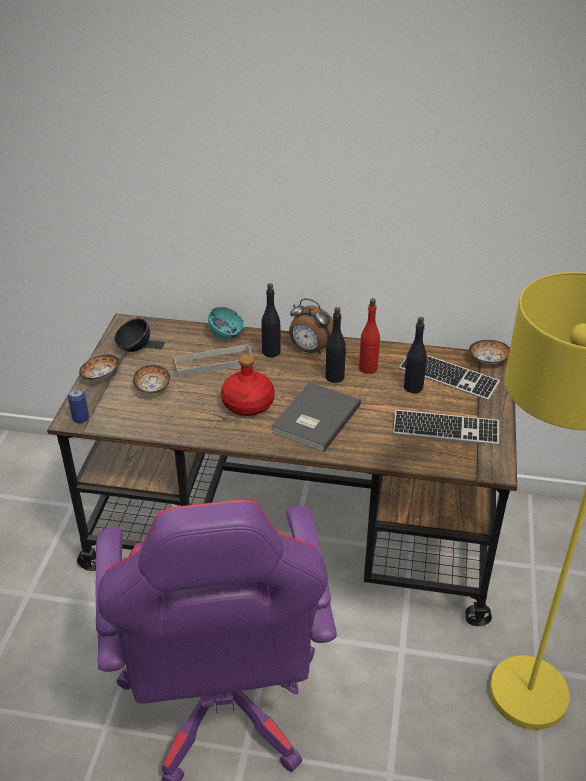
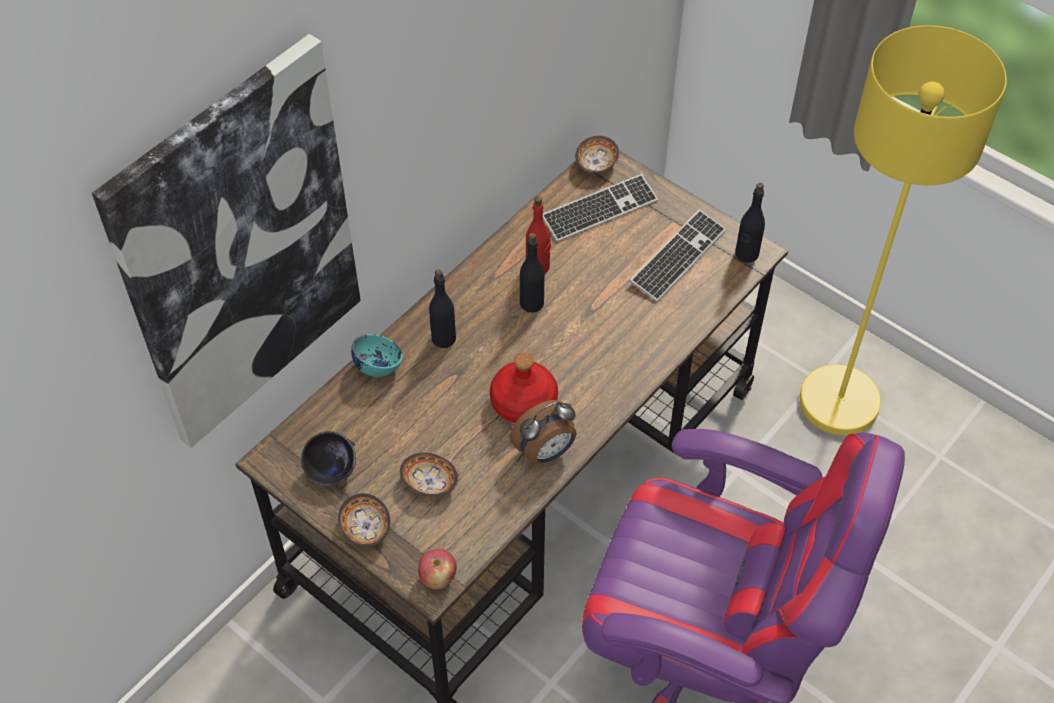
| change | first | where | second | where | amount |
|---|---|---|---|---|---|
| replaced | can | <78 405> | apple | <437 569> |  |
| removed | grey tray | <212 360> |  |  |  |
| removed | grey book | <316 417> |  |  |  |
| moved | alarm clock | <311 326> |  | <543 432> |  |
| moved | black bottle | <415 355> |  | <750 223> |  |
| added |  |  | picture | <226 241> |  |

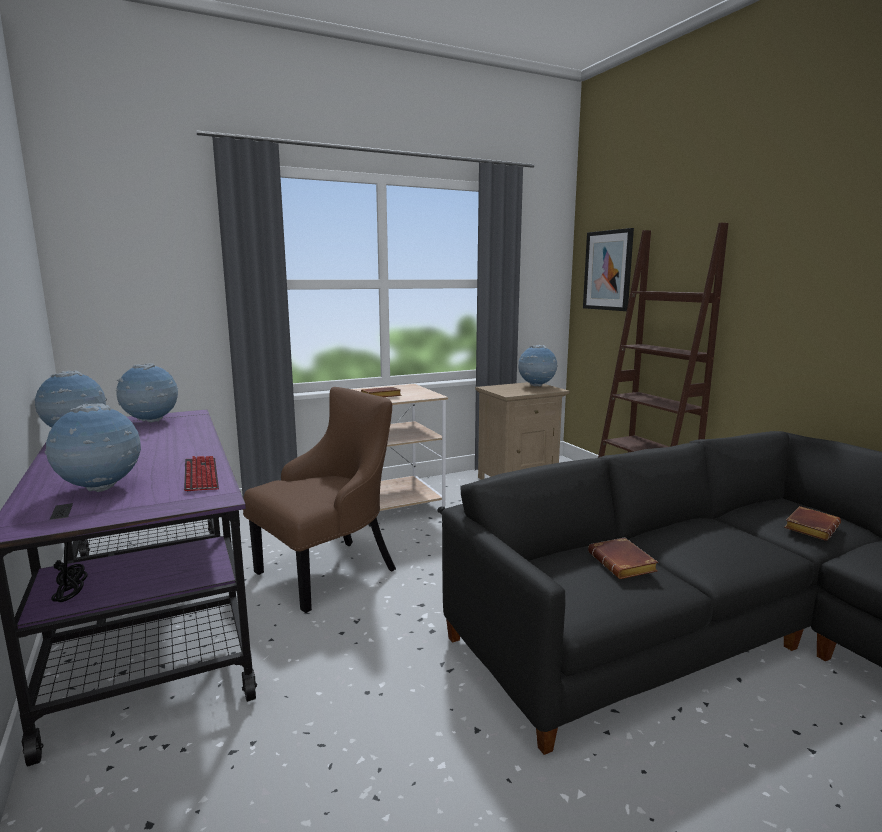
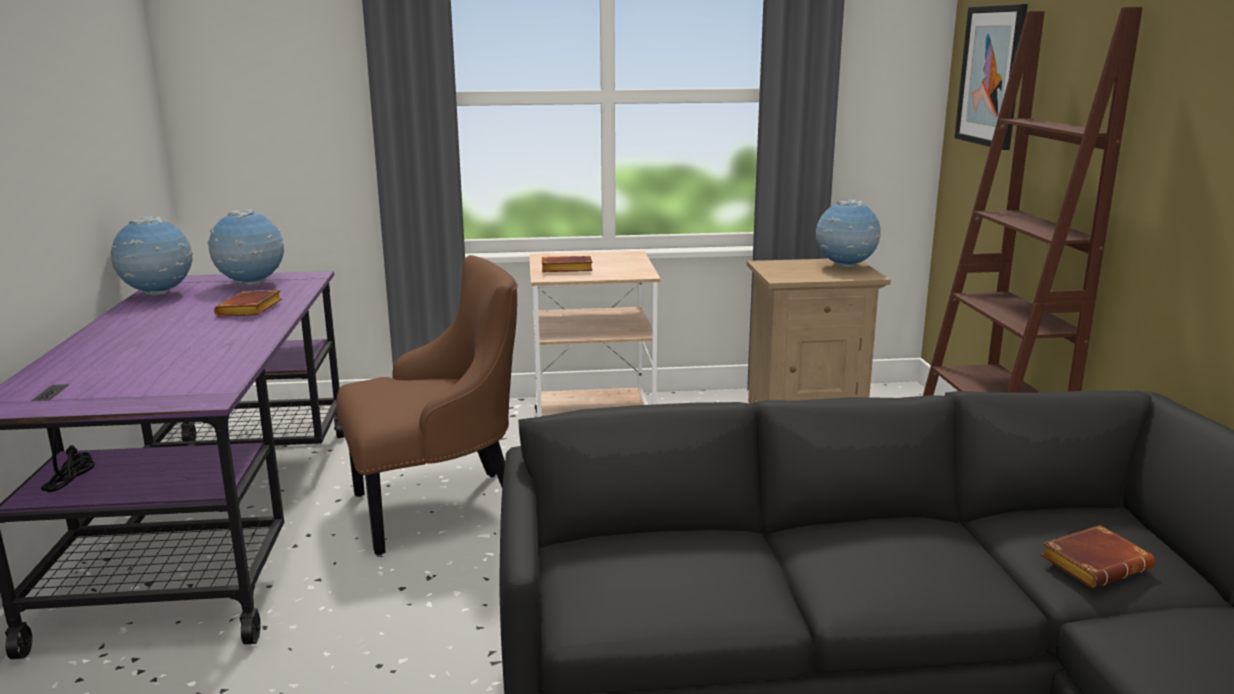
| change | first | where | second | where | amount |
|---|---|---|---|---|---|
| removed | globe | <93 447> |  |  |  |
| removed | keyboard | <201 474> |  |  |  |
| moved | brown book | <623 558> |  | <248 303> |  |

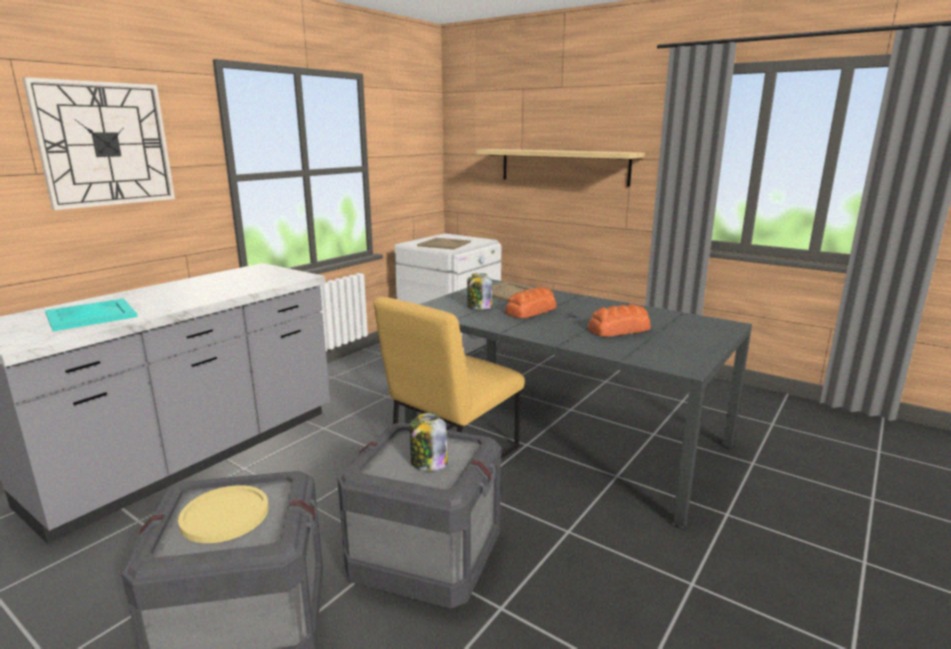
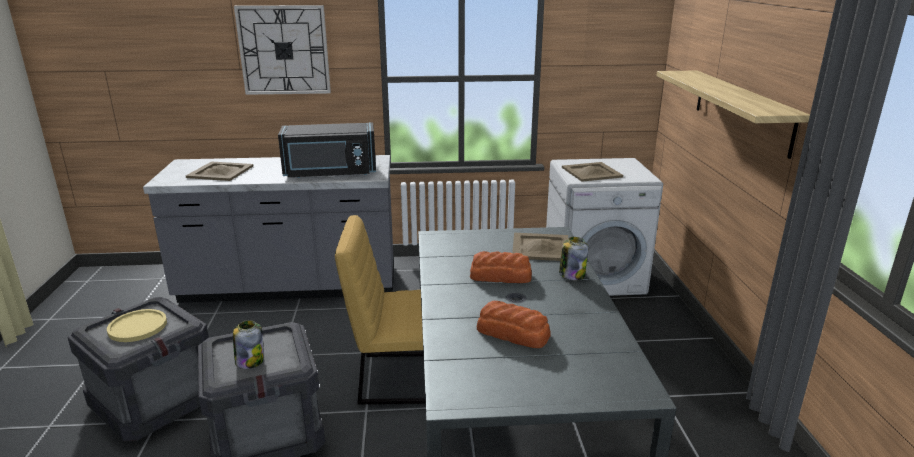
| change | first | where | second | where | amount |
|---|---|---|---|---|---|
| recoloured | turquoise tray | <91 314> | beige tray | <219 171> |  |
| moved | jar | <479 291> |  | <574 258> |  |
| added |  |  | black microwave | <327 150> |  |

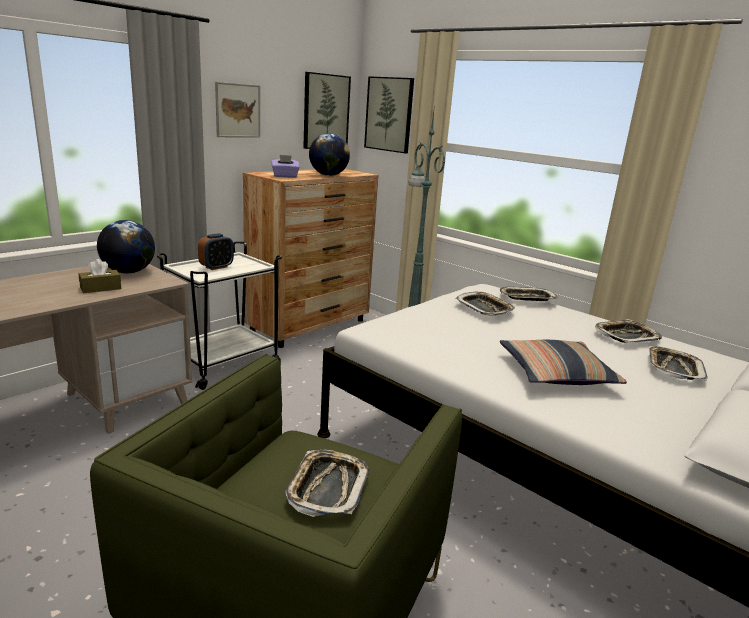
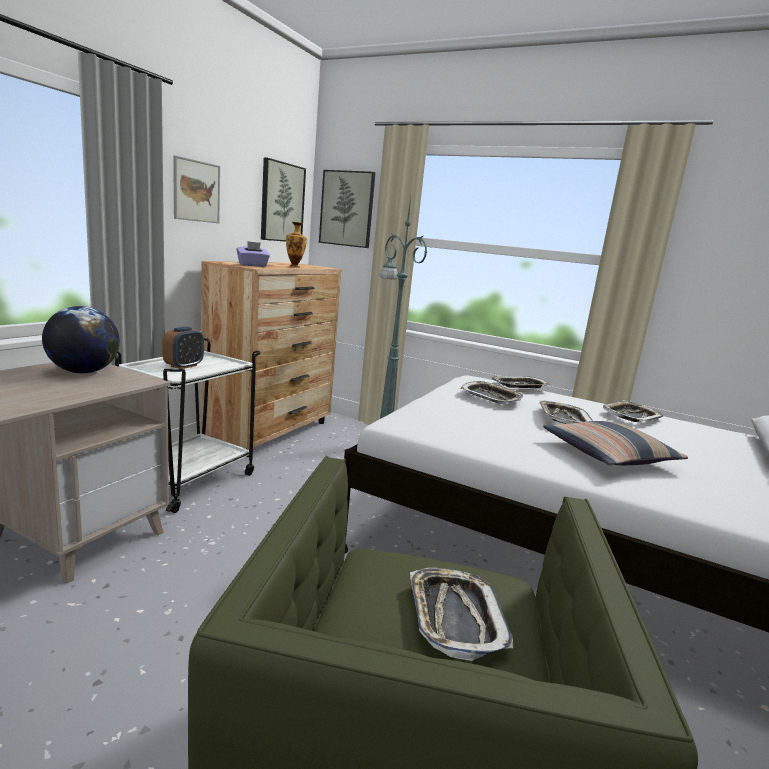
| change | first | where | second | where | amount |
|---|---|---|---|---|---|
| removed | brown tissue box | <100 276> |  |  |  |
| replaced | globe | <329 154> | vase | <296 245> |  |
| moved | tray | <678 363> |  | <566 412> |  |

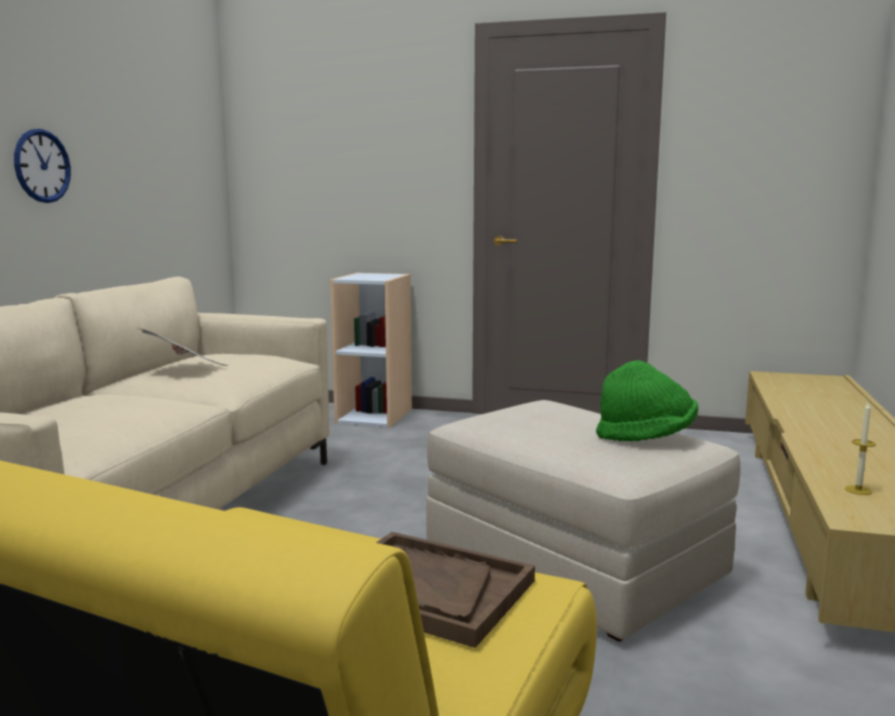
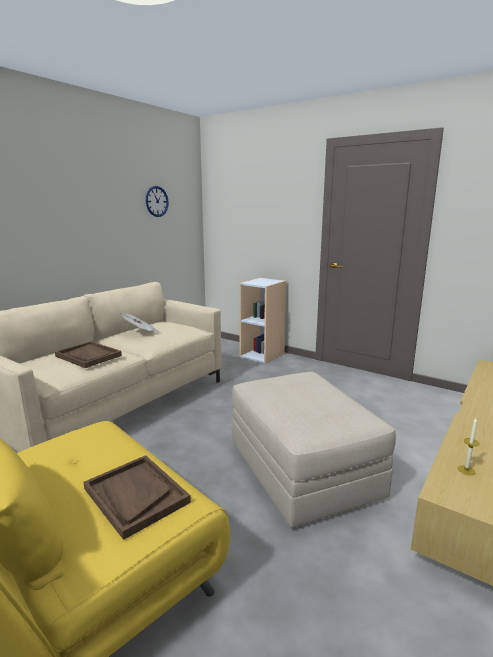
| change | first | where | second | where | amount |
|---|---|---|---|---|---|
| moved | wall clock | <42 166> |  | <157 201> |  |
| removed | green hat | <647 400> |  |  |  |
| added |  |  | brown tray | <88 354> |  |

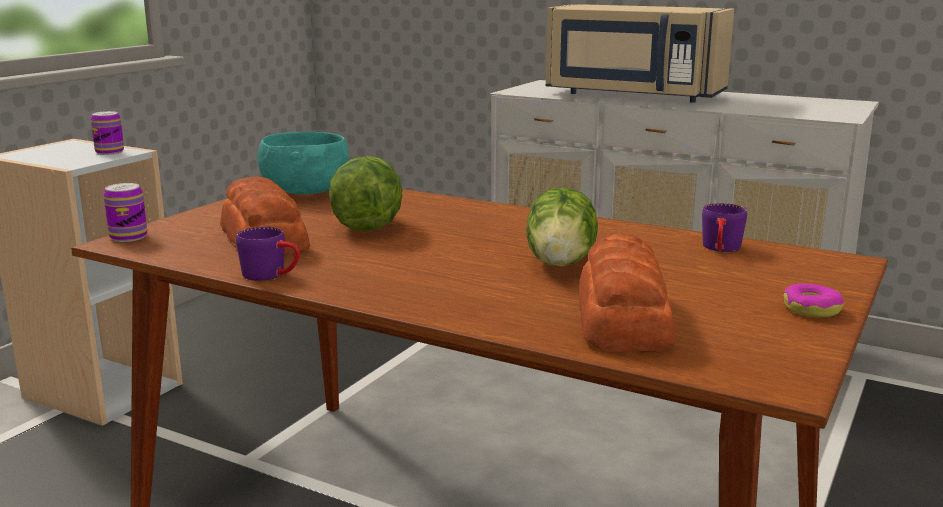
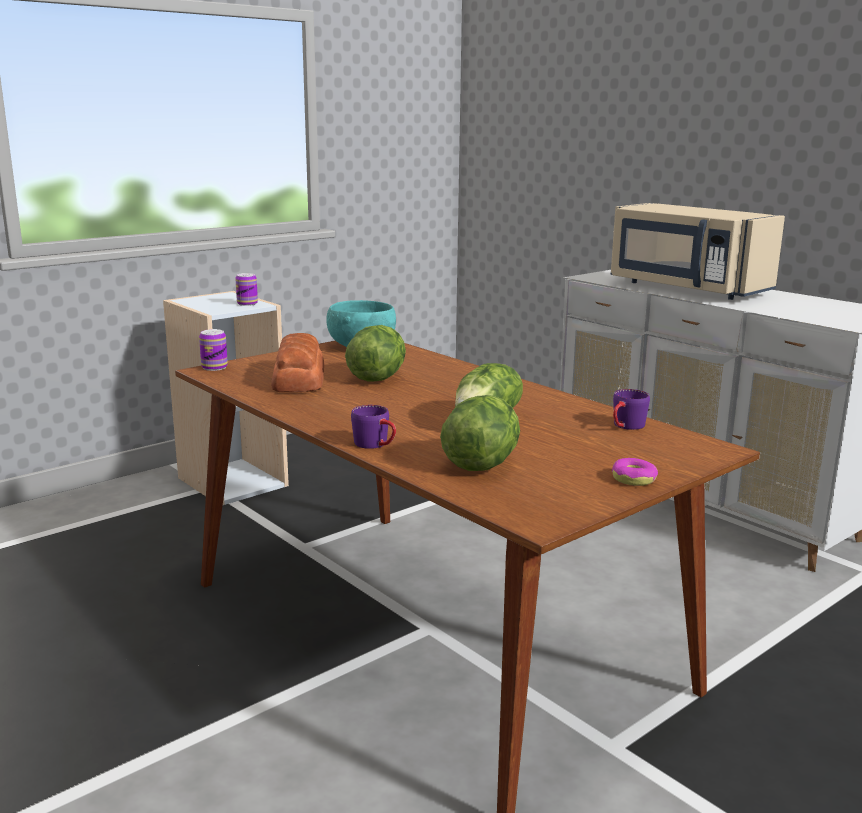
| change | first | where | second | where | amount |
|---|---|---|---|---|---|
| moved | purple mug | <268 253> |  | <373 427> |  |
| replaced | bread | <627 293> | lettuce | <480 433> |  |

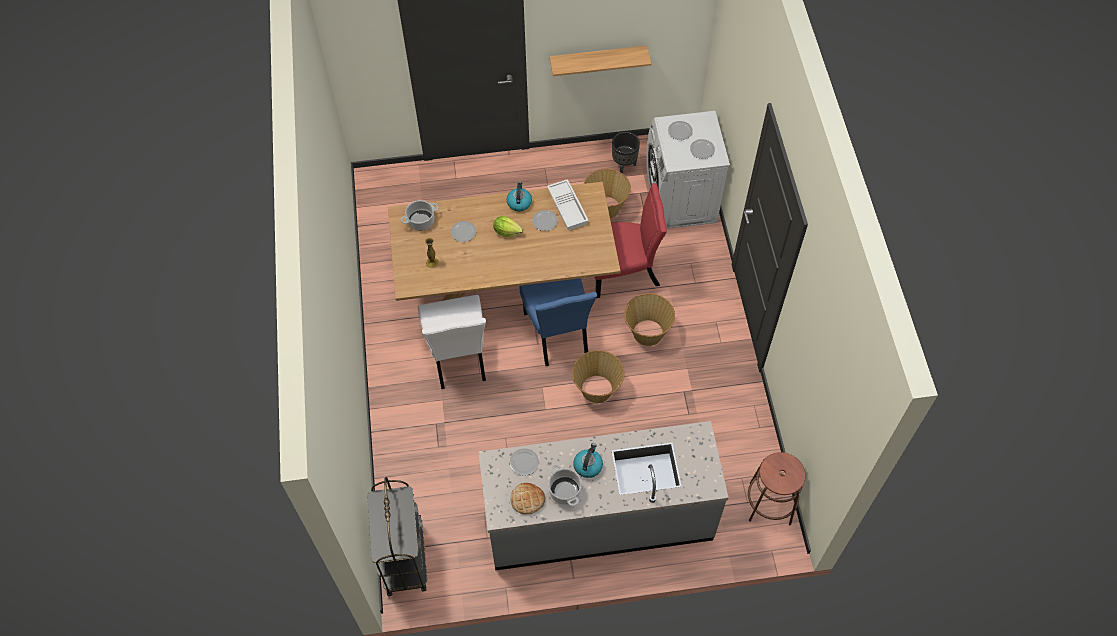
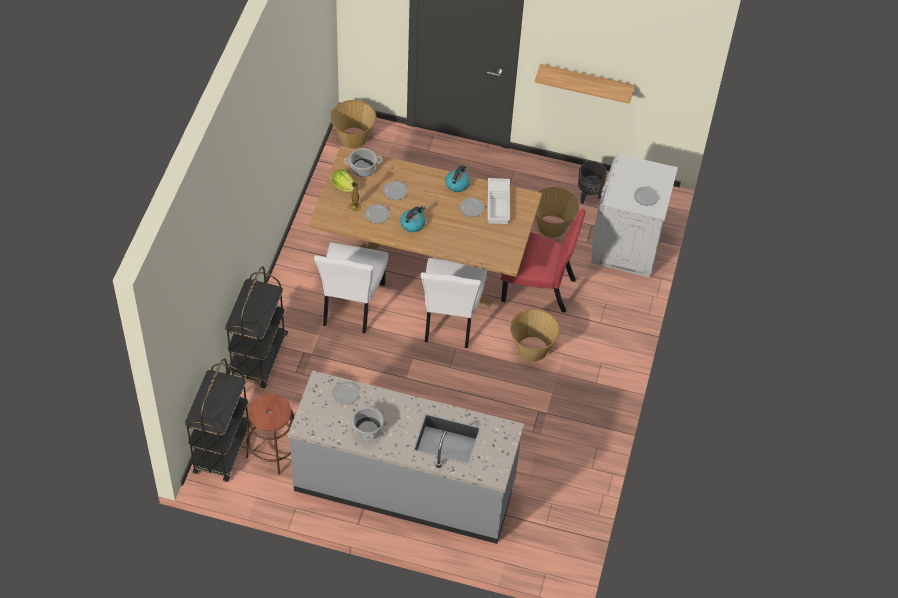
| change | first | where | second | where | amount |
|---|---|---|---|---|---|
| moved | lettuce | <508 226> |  | <343 181> |  |
| removed | bread | <527 498> |  |  |  |
| recoloured | blue chair | <558 322> | white chair | <454 303> |  |
| moved | basket | <598 376> |  | <353 124> |  |
| moved | kettle | <588 460> |  | <412 219> |  |
| moved | plate | <680 130> |  | <377 213> |  |
| moved | brown stool | <777 488> |  | <270 434> |  |
| added |  |  | black cart | <256 327> |  |

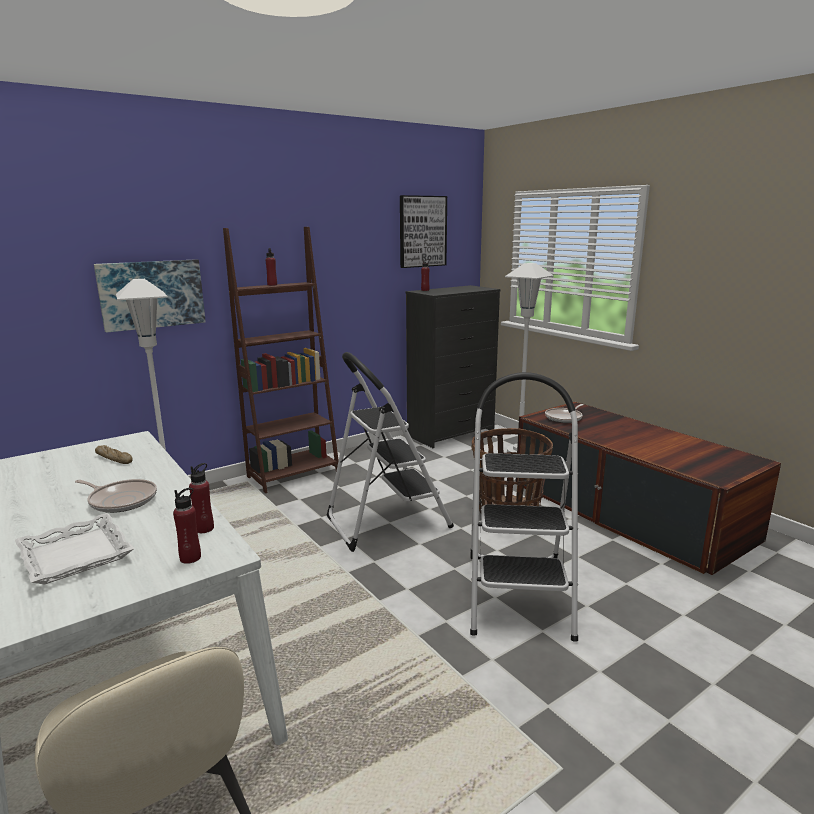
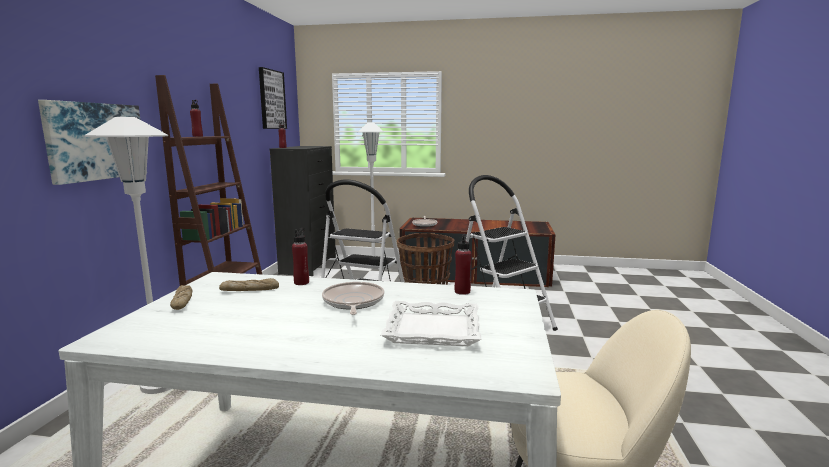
| change | first | where | second | where | amount |
|---|---|---|---|---|---|
| turned | frying pan | <116 496> |  | <353 298> | 75 degrees counterclockwise |
| moved | red bottle | <187 526> |  | <300 256> |  |
| added |  |  | bread | <181 297> |  |

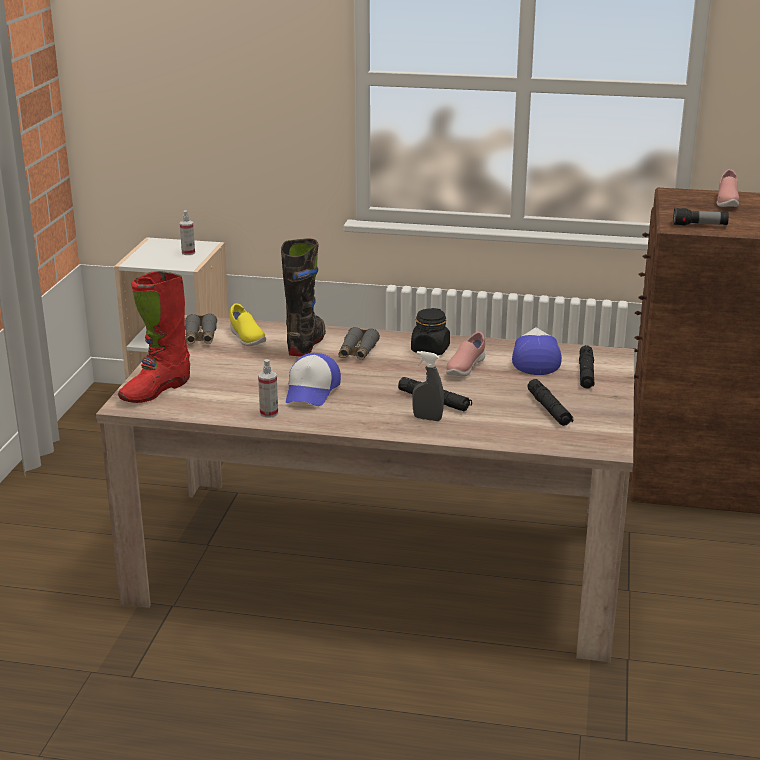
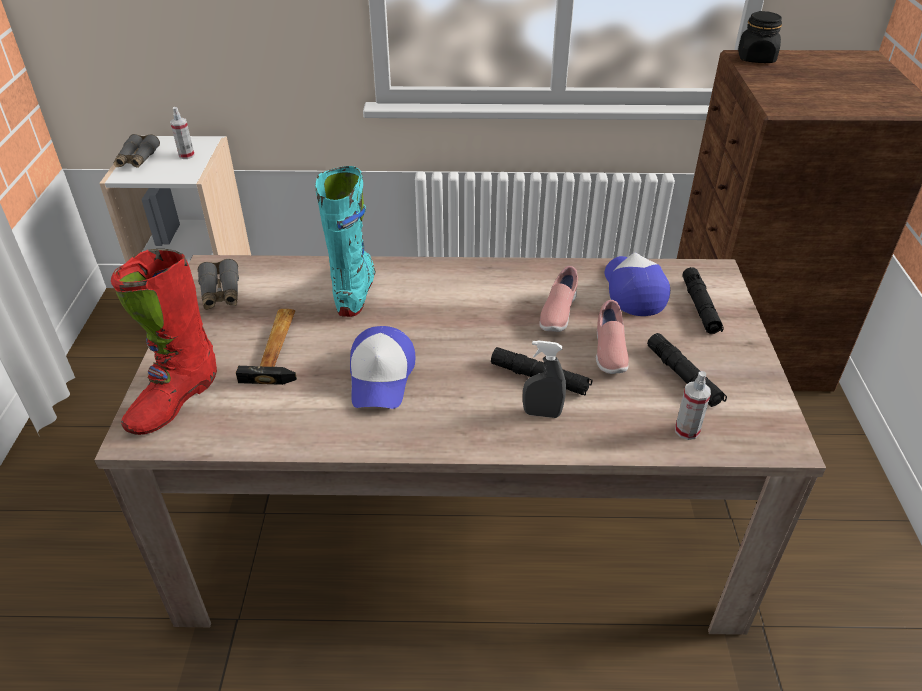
| change | first | where | second | where | amount |
|---|---|---|---|---|---|
| removed | yellow shoe | <248 324> |  |  |  |
| moved | spray bottle | <268 388> |  | <693 405> |  |
| recoloured | black boot | <303 298> | turquoise boot | <345 241> |  |
| moved | grey binoculars | <359 343> |  | <137 151> |  |
| moved | black jar | <430 331> |  | <760 37> |  |
| removed | flashlight | <701 217> |  |  |  |
| moved | pink shoe | <728 188> |  | <612 337> |  |
| added |  |  | hammer | <266 347> |  |

